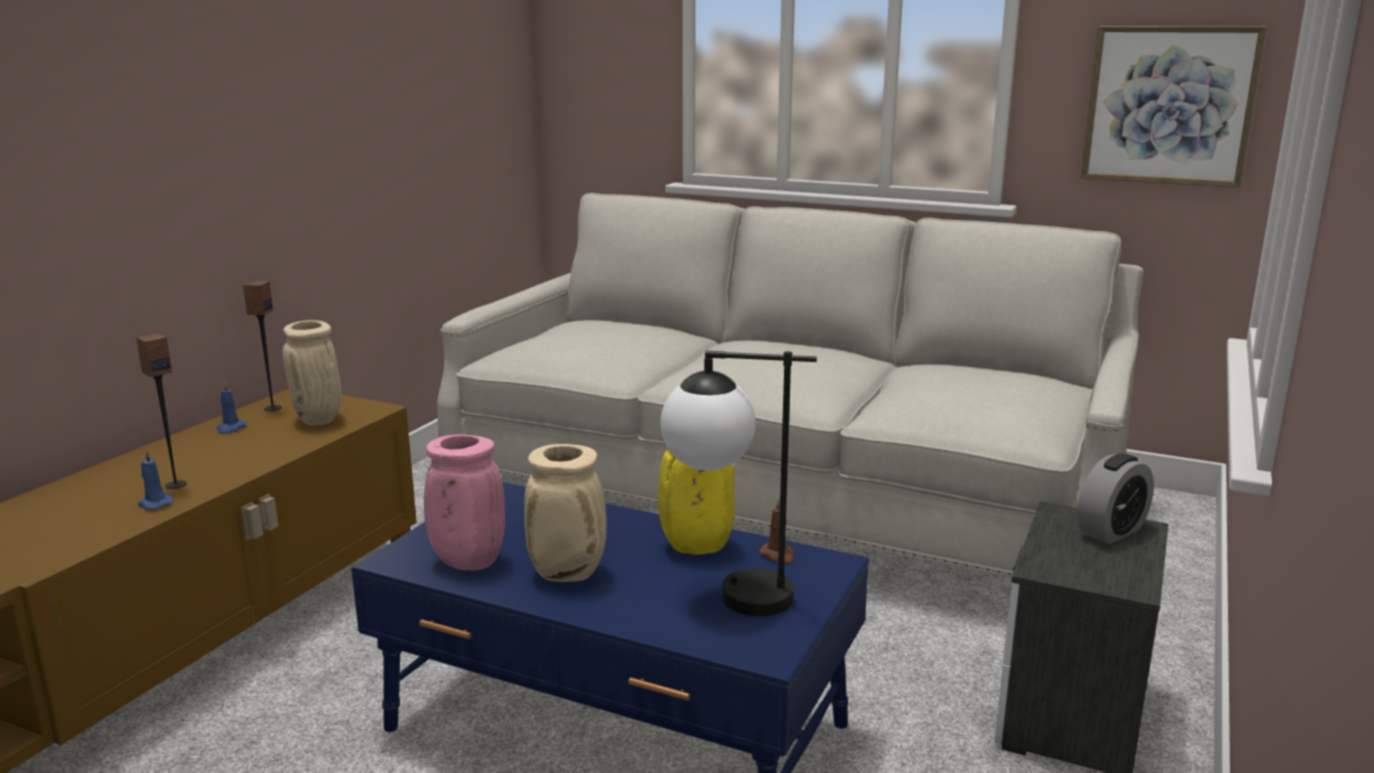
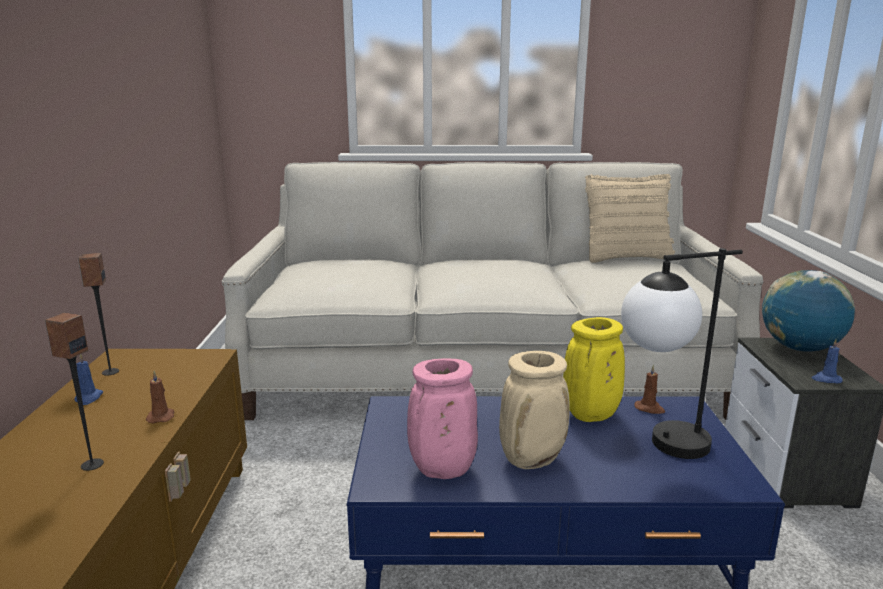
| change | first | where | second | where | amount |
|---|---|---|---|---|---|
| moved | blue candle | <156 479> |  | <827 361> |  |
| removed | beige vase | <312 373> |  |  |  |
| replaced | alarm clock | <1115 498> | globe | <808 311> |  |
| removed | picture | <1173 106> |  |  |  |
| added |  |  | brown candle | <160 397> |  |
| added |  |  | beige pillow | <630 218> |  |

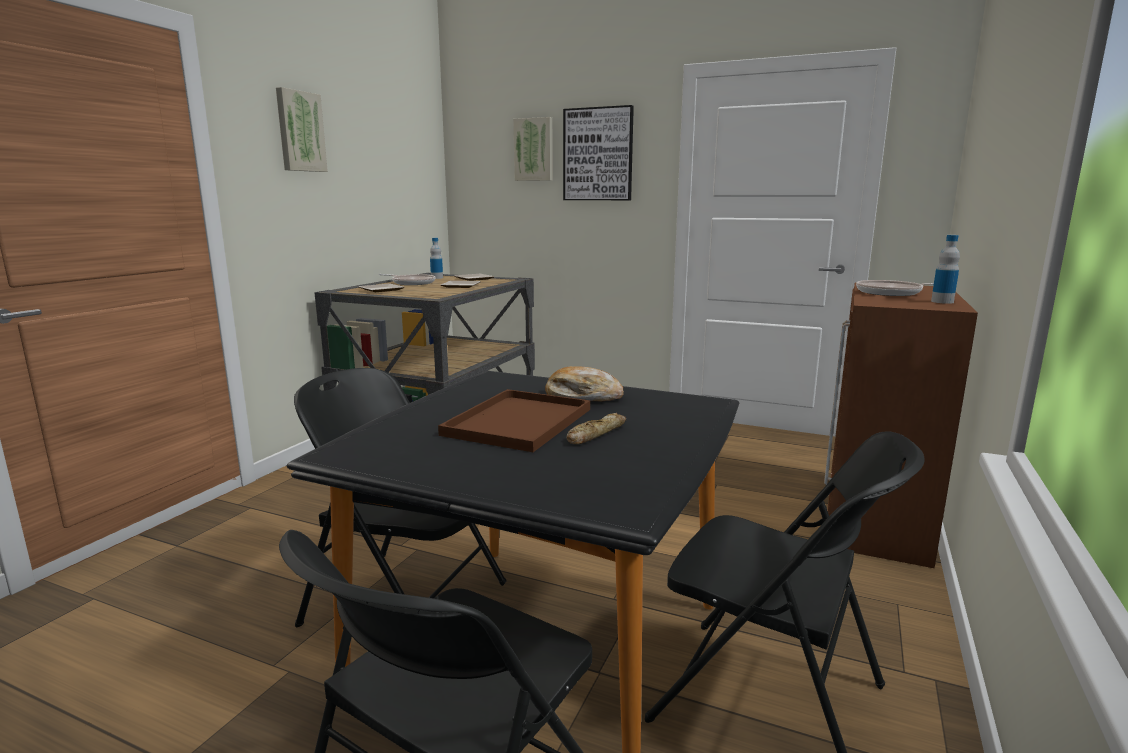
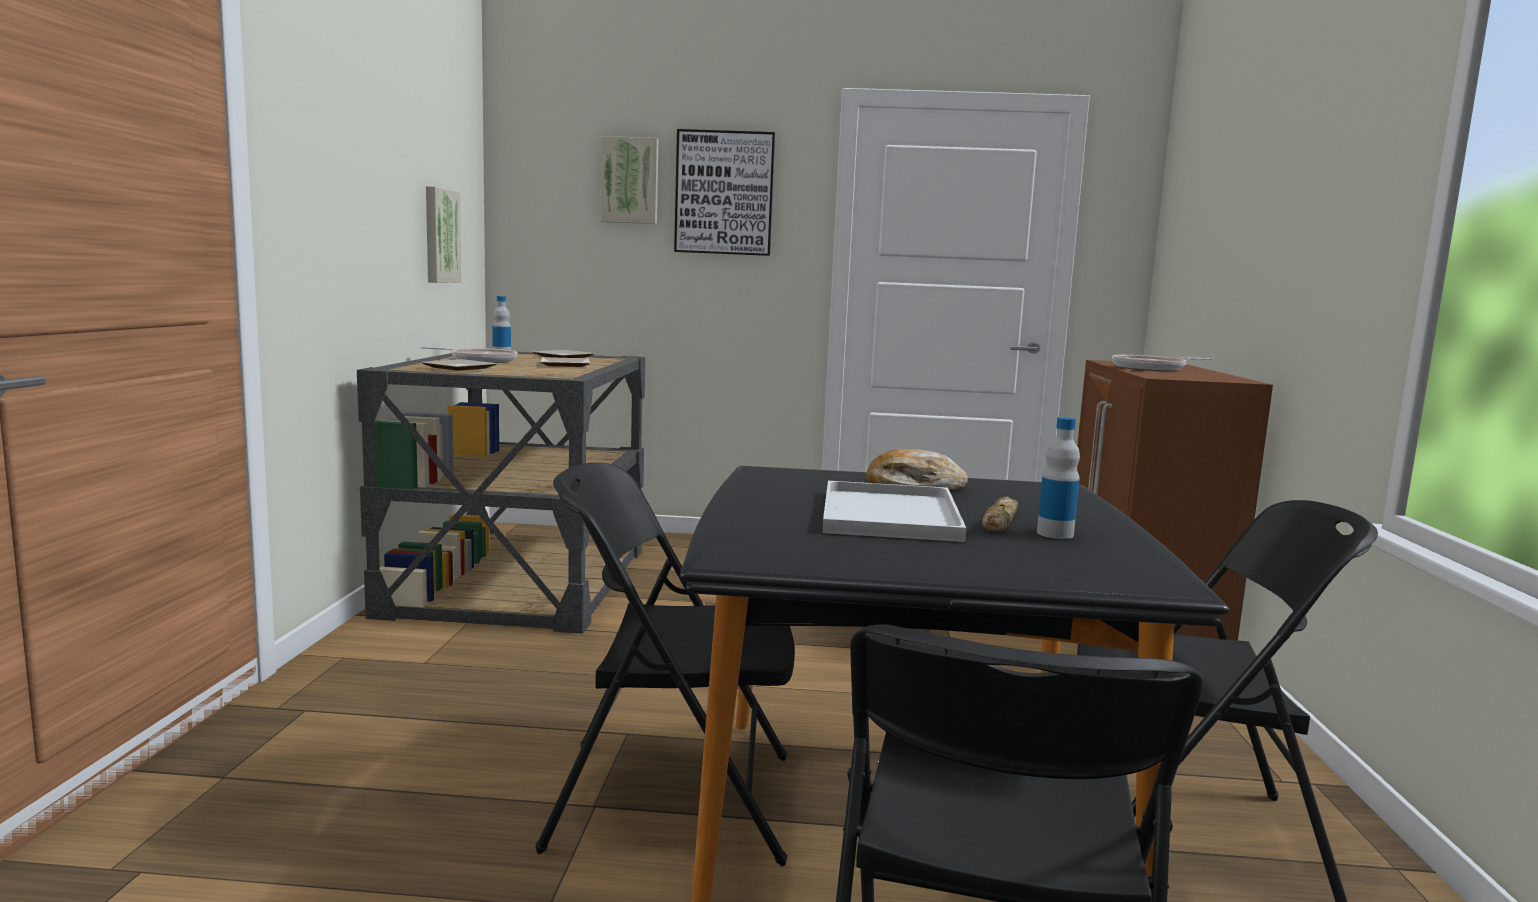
| change | first | where | second | where | amount |
|---|---|---|---|---|---|
| moved | picture | <302 129> |  | <443 234> |  |
| recoloured | brown tray | <514 420> | white tray | <894 511> |  |
| moved | bottle | <945 269> |  | <1058 478> |  |

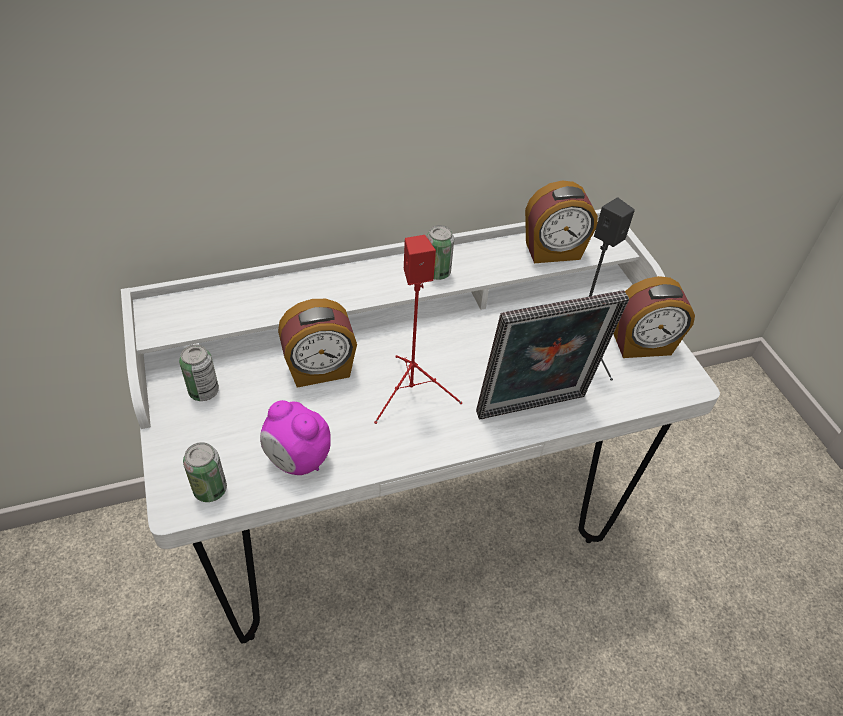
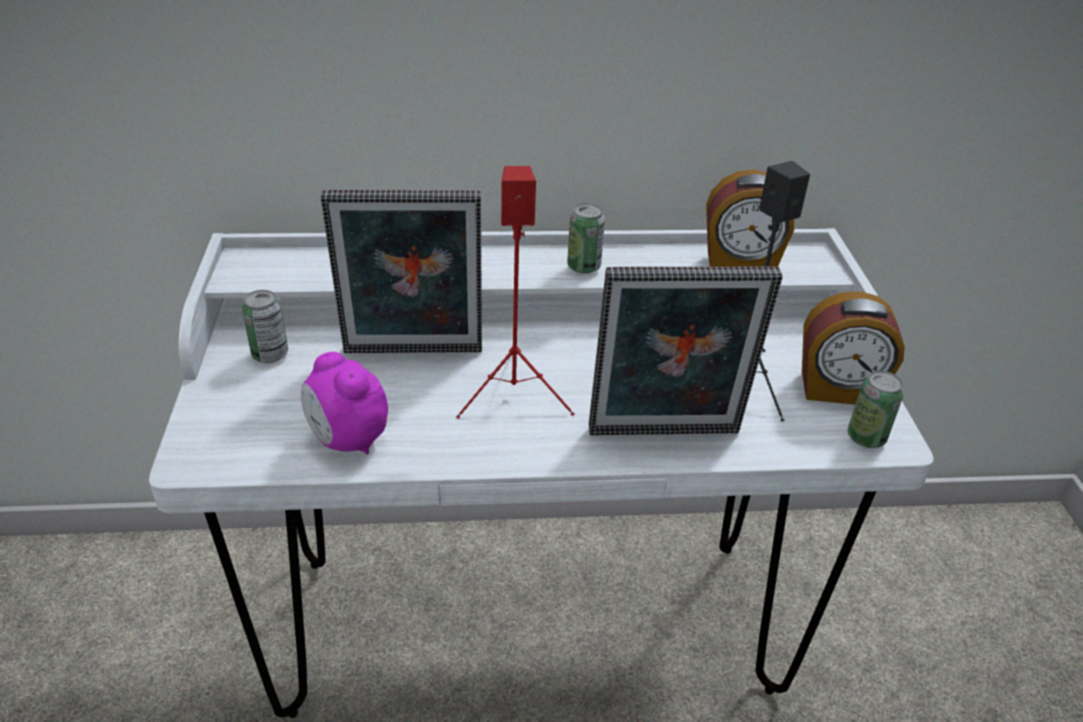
| change | first | where | second | where | amount |
|---|---|---|---|---|---|
| moved | can | <205 472> |  | <875 409> |  |
| replaced | alarm clock | <317 343> | picture frame | <401 271> |  |

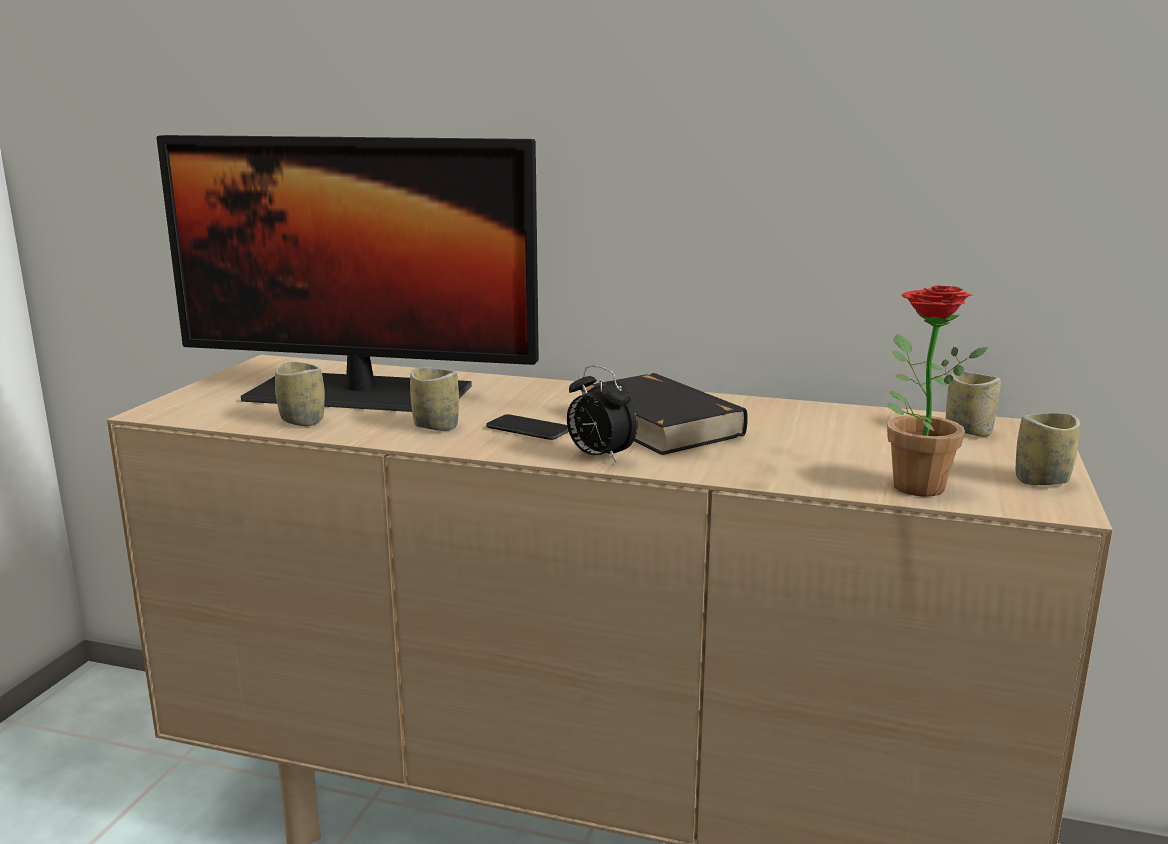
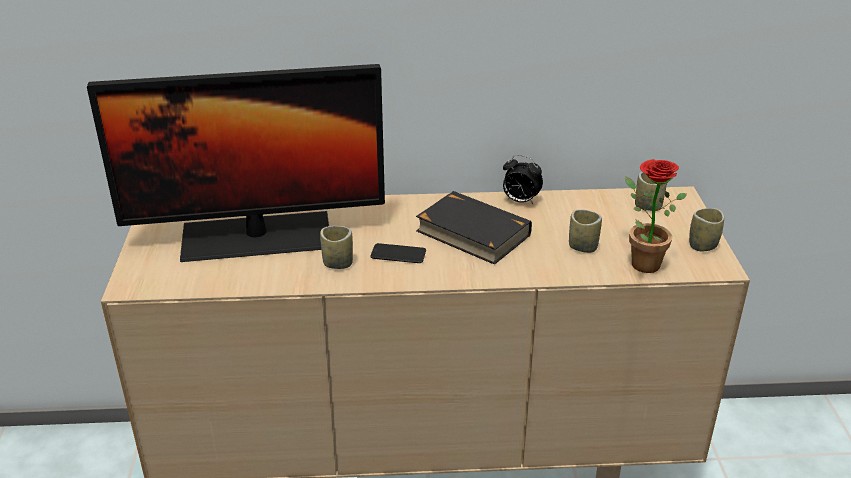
| change | first | where | second | where | amount |
|---|---|---|---|---|---|
| moved | cup | <300 394> |  | <585 231> |  |
| moved | alarm clock | <602 414> |  | <523 179> |  |

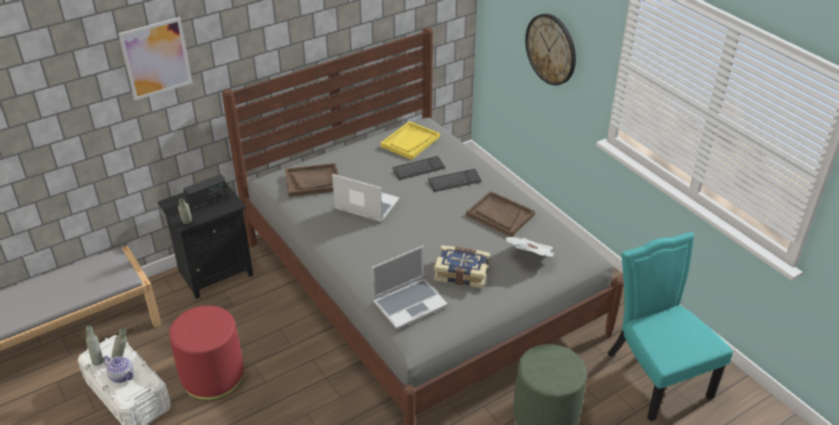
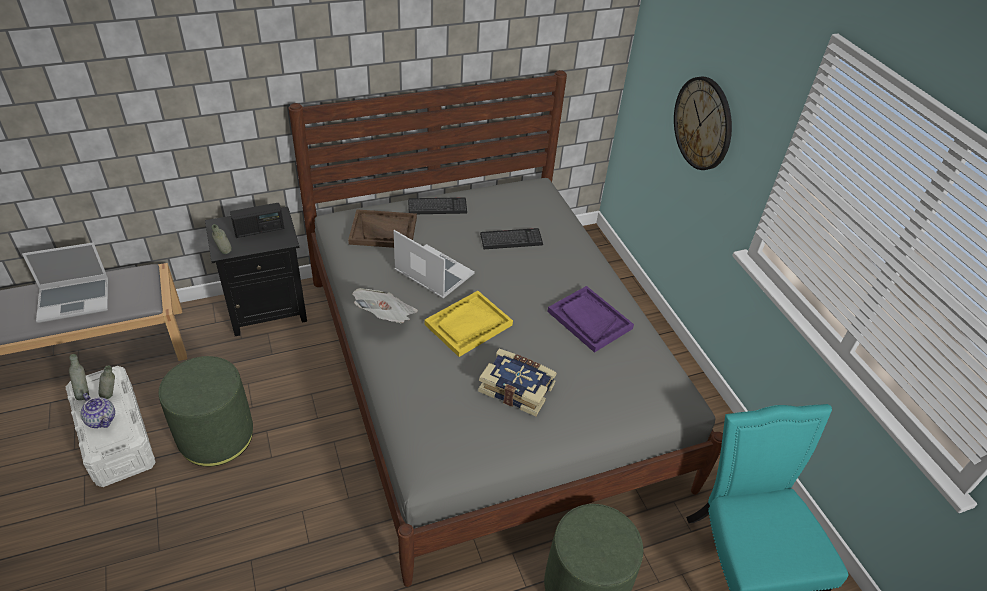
| change | first | where | second | where | amount |
|---|---|---|---|---|---|
| removed | picture | <155 58> |  |  |  |
| recoloured | red ottoman | <206 353> | green ottoman | <206 411> |  |
| moved | laptop | <410 287> |  | <65 282> |  |
| moved | yellow tray | <410 140> |  | <468 324> |  |
| moved | keyboard | <455 180> |  | <437 205> |  |
| recoloured | brown tray | <500 214> | purple tray | <590 319> |  |
| moved | newspaper | <530 247> |  | <385 305> |  |

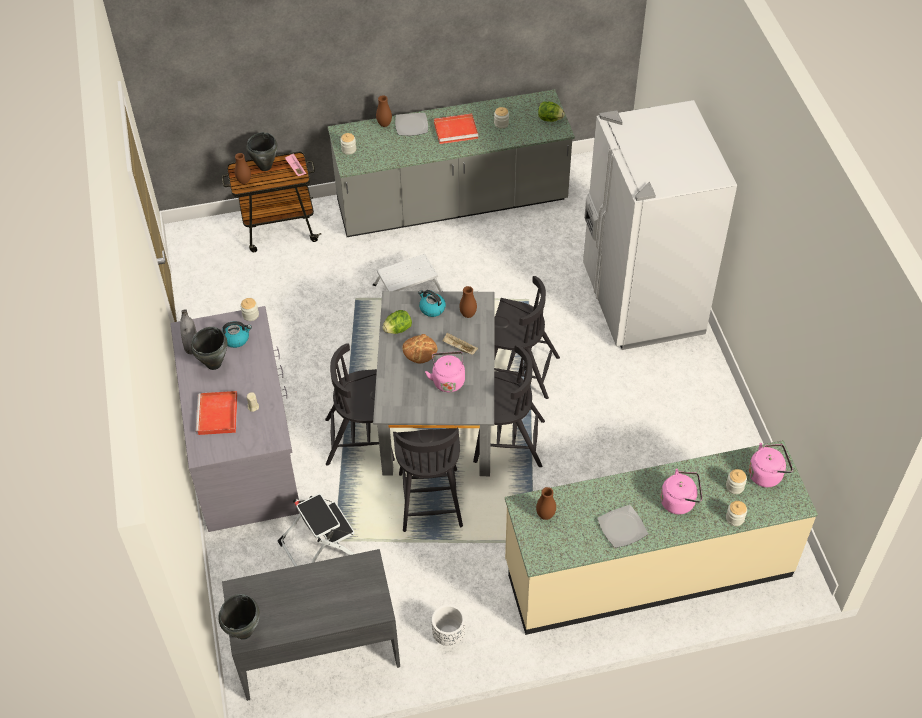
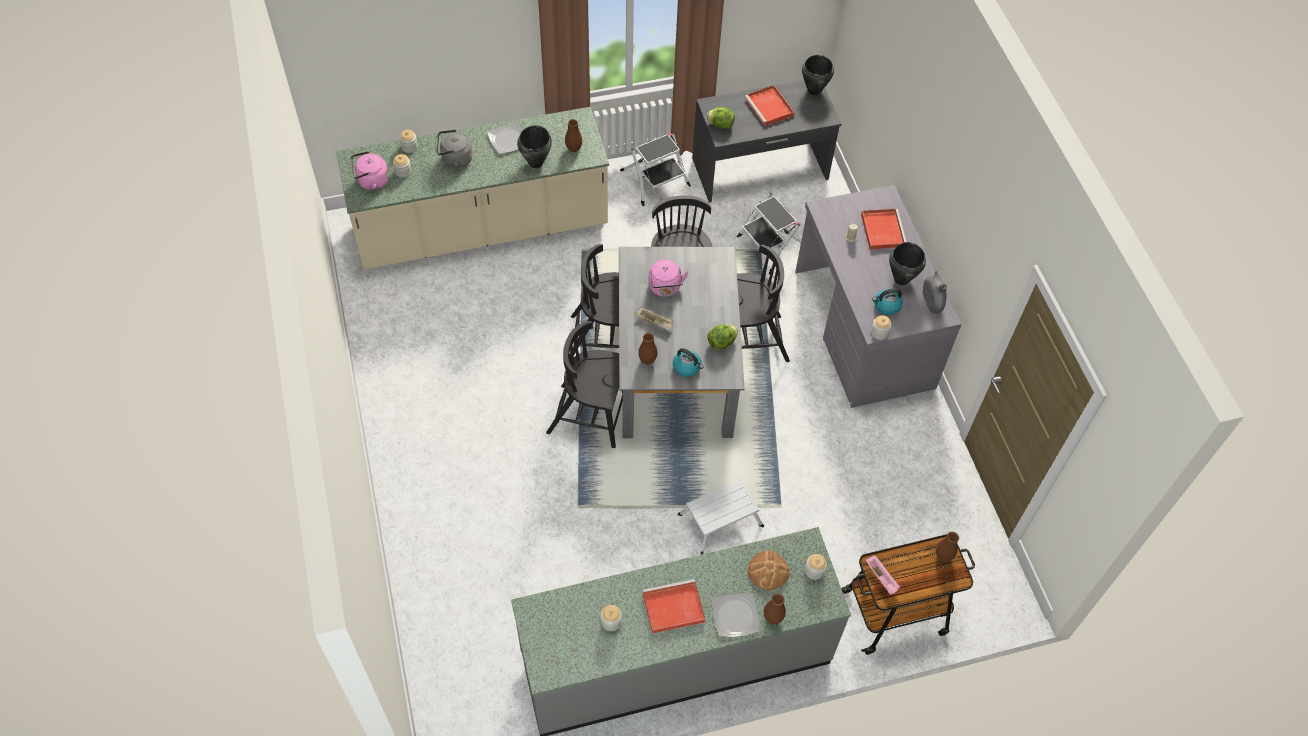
| change | first | where | second | where | amount |
|---|---|---|---|---|---|
| moved | black cooking pot | <262 151> |  | <534 146> |  |
| moved | bread | <419 348> |  | <768 570> |  |
| replaced | white planter | <448 625> | step ladder | <655 169> |  |
| moved | lettuce | <551 112> |  | <721 118> |  |
| removed | white fridge | <660 225> |  |  |  |
| recoloured | pink kettle | <681 491> | grey kettle | <455 149> |  |
| added |  |  | red tray | <769 105> |  |

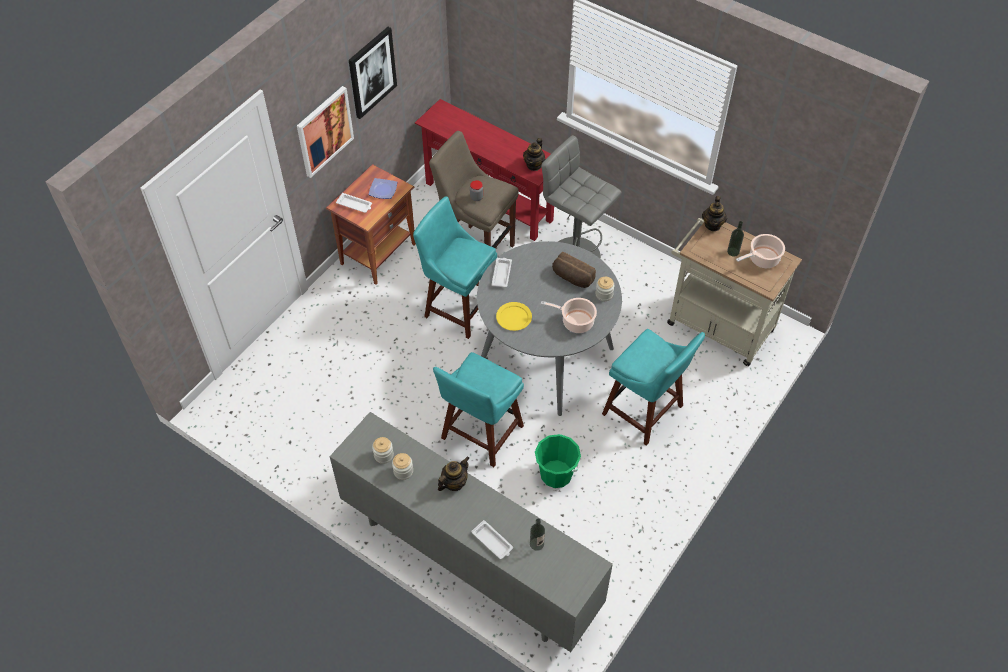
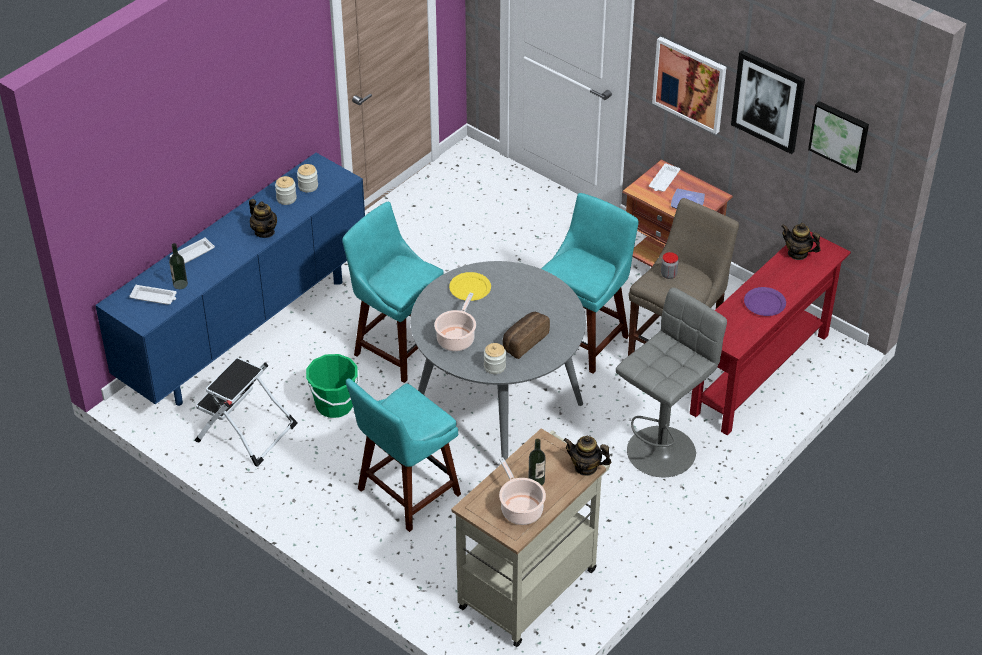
| change | first | where | second | where | amount |
|---|---|---|---|---|---|
| recoloured | grey cabinet | <471 532> | blue cabinet | <230 279> |  |
| moved | white tray | <502 272> |  | <153 294> |  |
| moved | teapot | <534 154> |  | <801 241> |  |
| added |  |  | step ladder | <246 412> |  |
| added |  |  | purple plate | <765 301> |  |
| added |  |  | picture | <838 137> |  |

